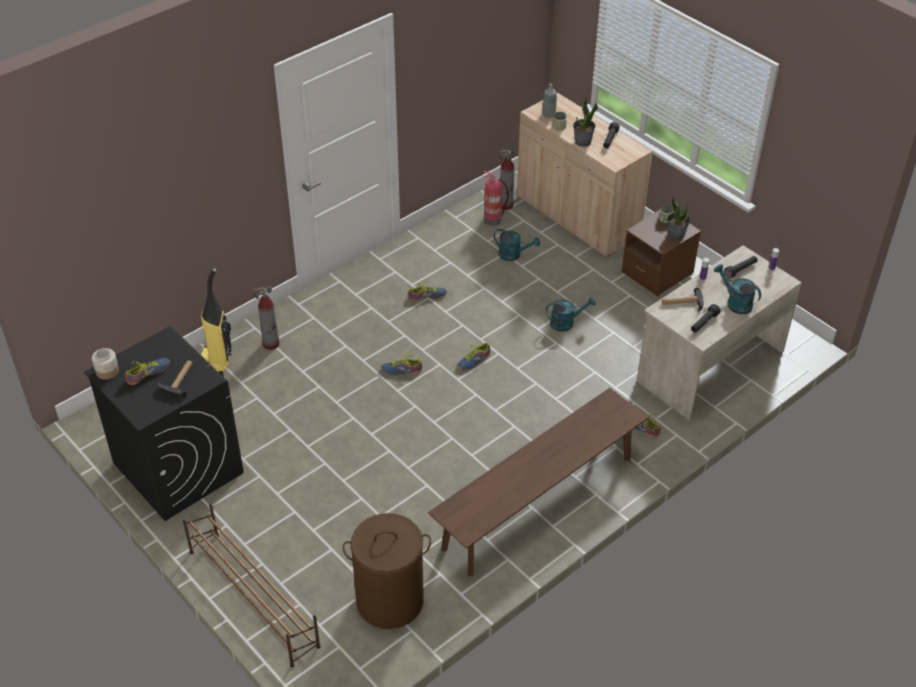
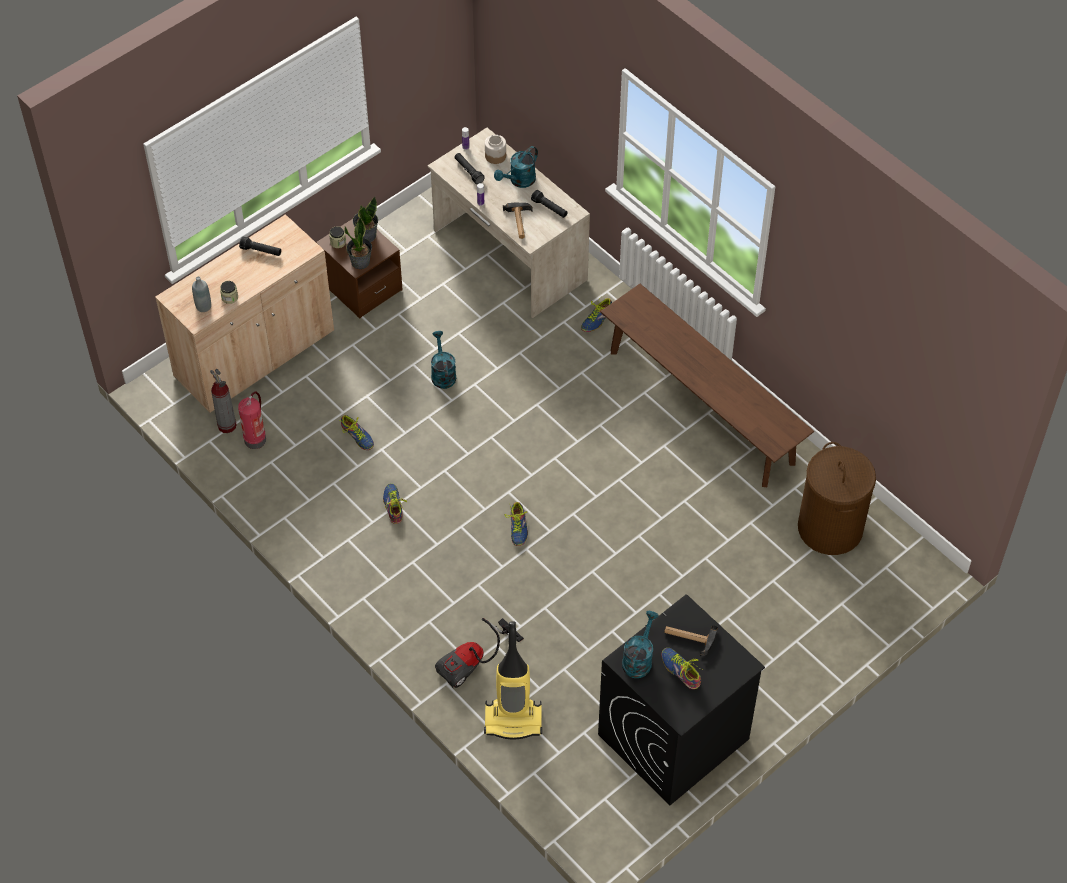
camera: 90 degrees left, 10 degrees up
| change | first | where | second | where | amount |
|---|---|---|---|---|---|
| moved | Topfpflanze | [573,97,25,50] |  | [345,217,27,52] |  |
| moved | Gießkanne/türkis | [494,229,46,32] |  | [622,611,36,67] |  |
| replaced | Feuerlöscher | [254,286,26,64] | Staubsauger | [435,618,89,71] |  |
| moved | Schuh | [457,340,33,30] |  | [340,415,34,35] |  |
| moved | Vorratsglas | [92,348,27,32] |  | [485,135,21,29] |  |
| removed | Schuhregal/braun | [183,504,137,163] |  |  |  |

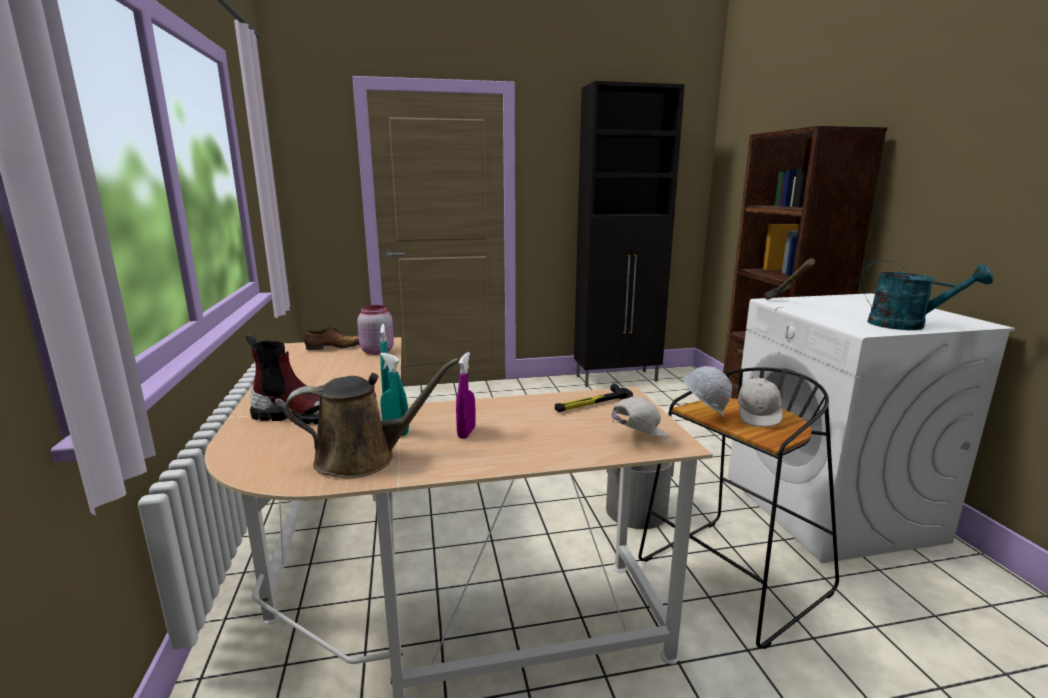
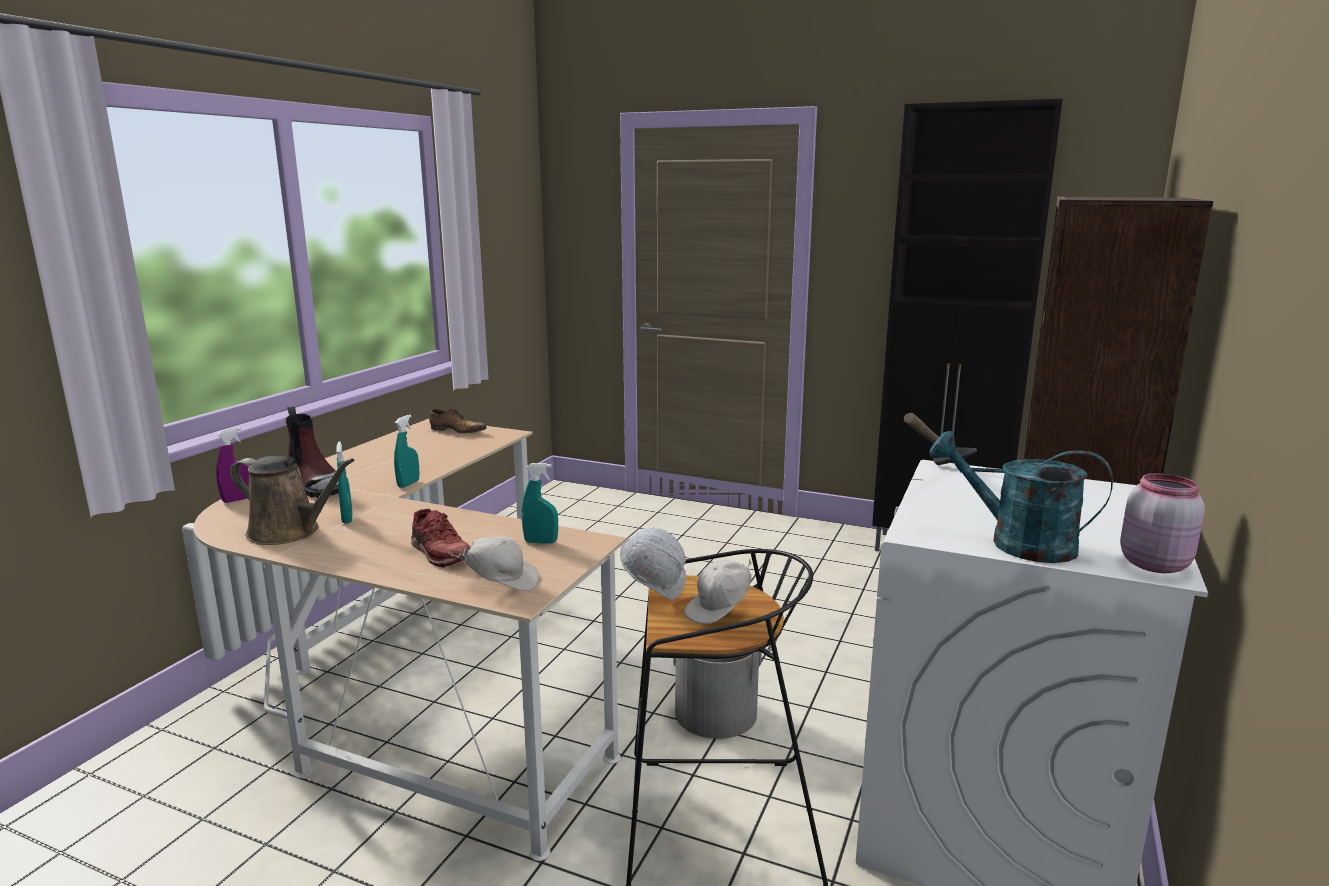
camera: 35 degrees right, 0 degrees up
| change | first | where | second | where | amount |
|---|---|---|---|---|---|
| turned | Gießkanne/türkis | [861,260,132,70] |  | [930,431,183,132] | 150 degrees clockwise |
| moved | Vorratsglas/rosa | [357,305,37,50] |  | [1120,473,85,100] |  |
| moved | Sprühflasche/lila | [456,352,19,87] |  | [216,427,33,76] |  |
| replaced | Hammer | [555,384,78,28] | Sprühflasche/türkis | [521,463,37,81] |  |
| added |  |  | Schuh/rot | [411,509,59,59] |  |

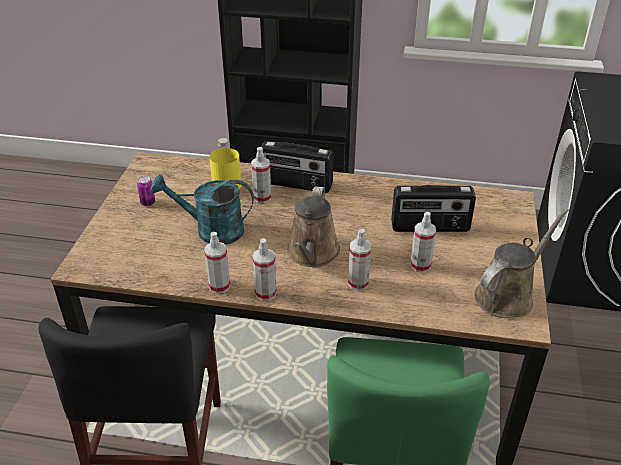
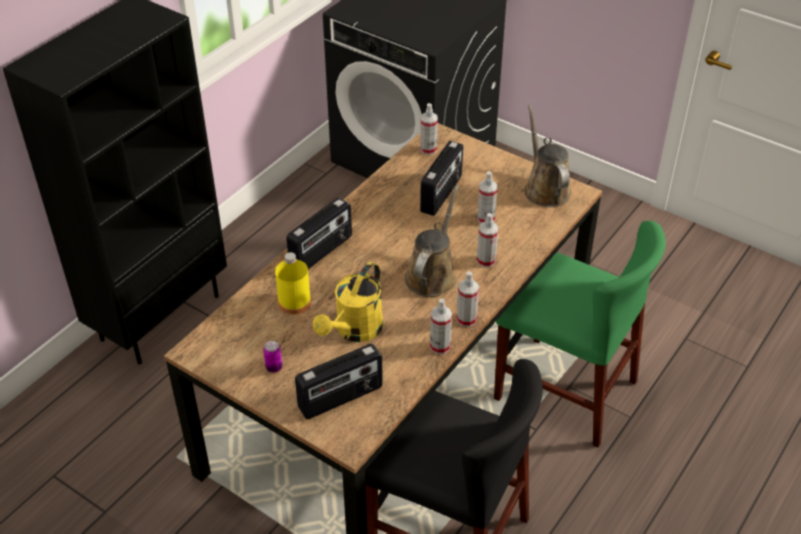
camera: 65 degrees left, 5 degrees up
| change | first | where | second | where | amount |
|---|---|---|---|---|---|
| moved | Sprühflasche | [251,147,20,56] |  | [420,103,18,52] |  |
| recoloured | Gießkanne/türkis | [150,175,104,69] | Gießkanne/gelb | [313,262,70,80] |  |
| turned | Gießkanne/braun | [287,186,53,81] |  | [405,185,54,112] | 105 degrees counterclockwise |
| added |  |  | Radio | [295,344,88,75] |  |

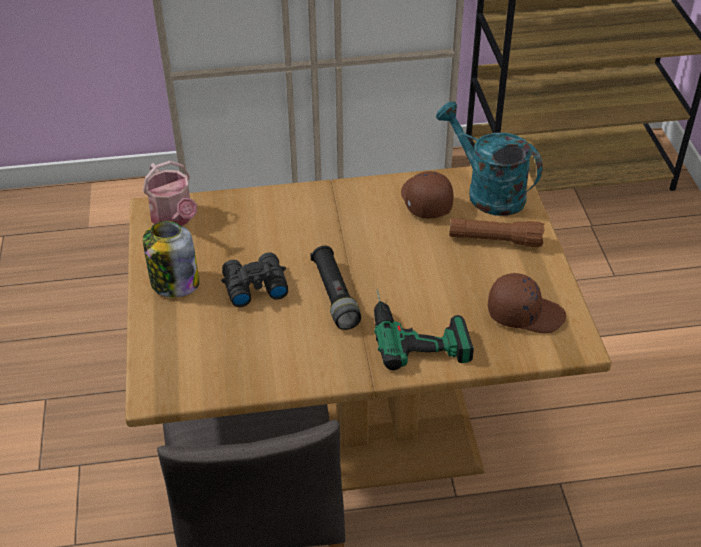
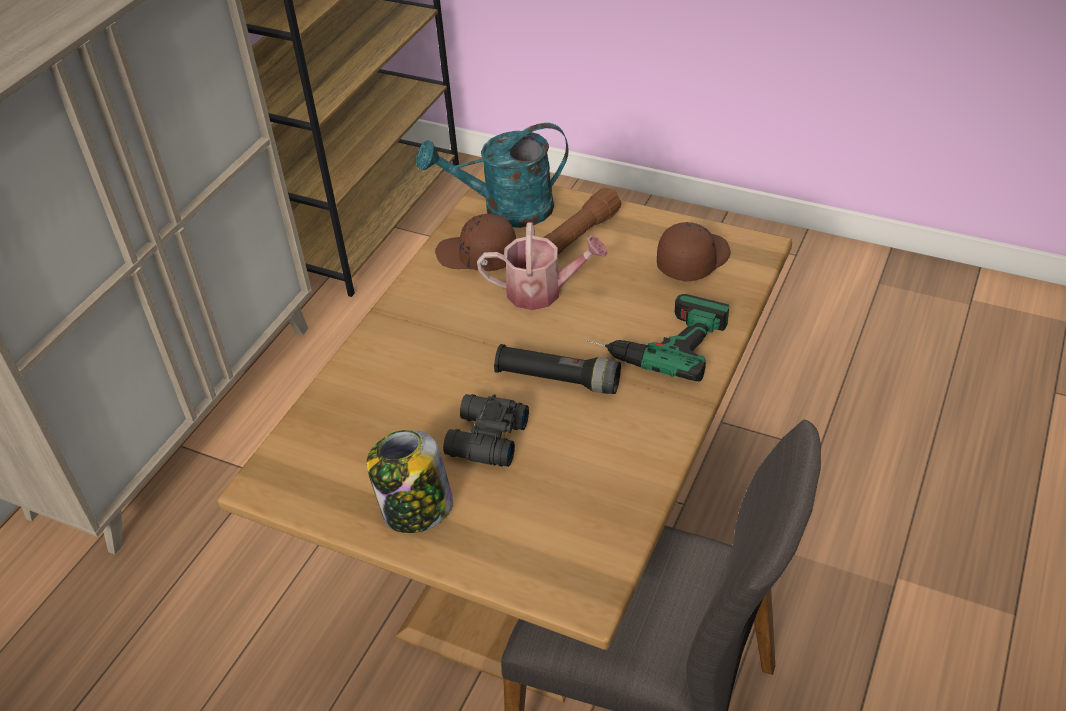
camera: 55 degrees left, 0 degrees up
| change | first | where | second | where | amount |
|---|---|---|---|---|---|
| moved | Gießkanne | [143,161,54,65] |  | [477,223,131,87] |  |

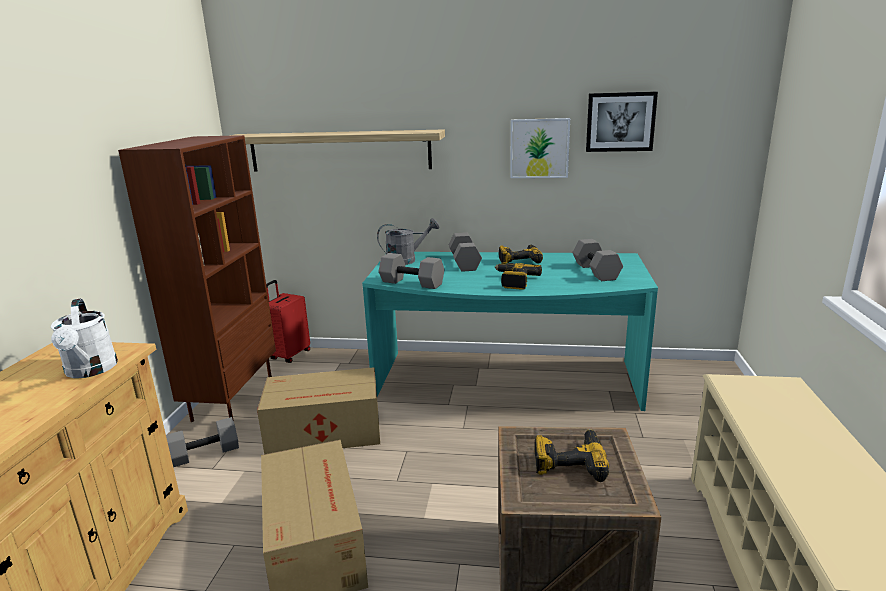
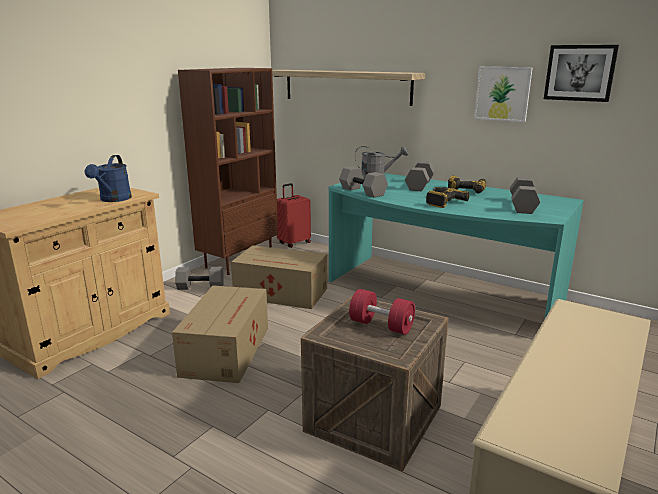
camera: 25 degrees right, 0 degrees up
| change | first | where | second | where | amount |
|---|---|---|---|---|---|
| recoloured | Gießkanne/weiß | [51,298,67,80] | Gießkanne/blau | [85,155,47,47] |  |
| replaced | Bohrmaschine | [535,429,74,53] | Hantel/rot | [349,289,66,46] |  |

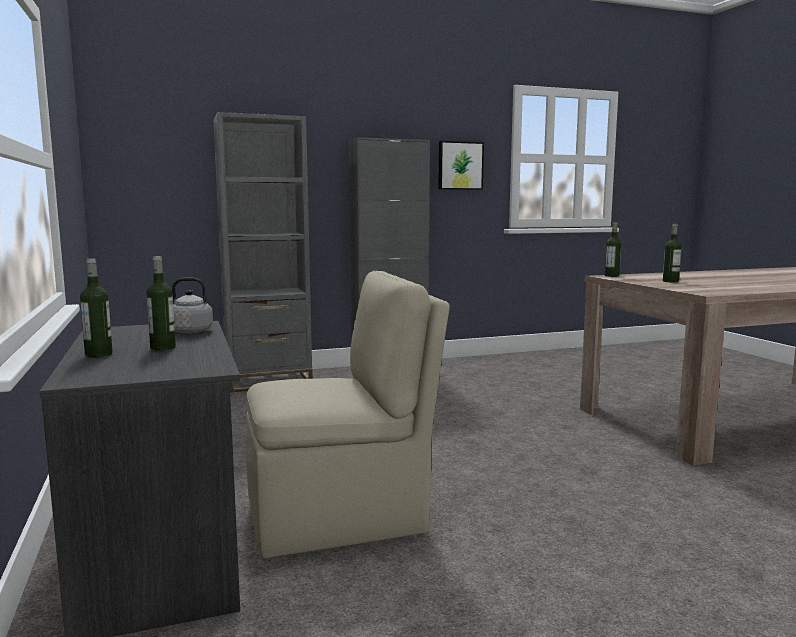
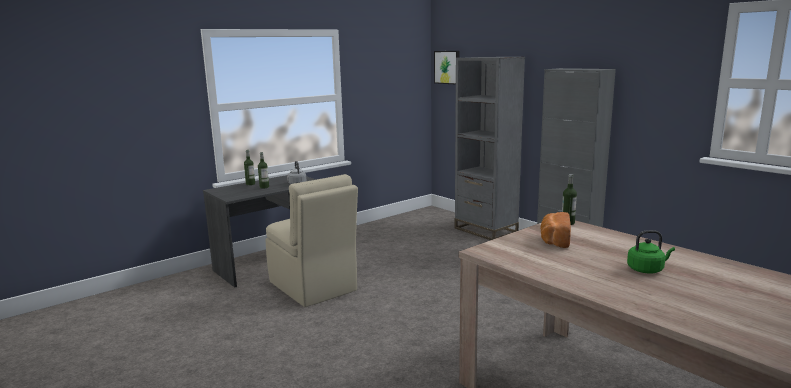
camera: 70 degrees right, 5 degrees up
| change | first | where | second | where | amount |
|---|---|---|---|---|---|
| moved | Bild | [438,141,46,49] |  | [434,51,25,33] |  |
| replaced | Flasche | [663,224,19,59] | Brot | [540,212,31,36] |  |
| added |  |  | Wasserkessel/grün | [627,230,48,43] |  |

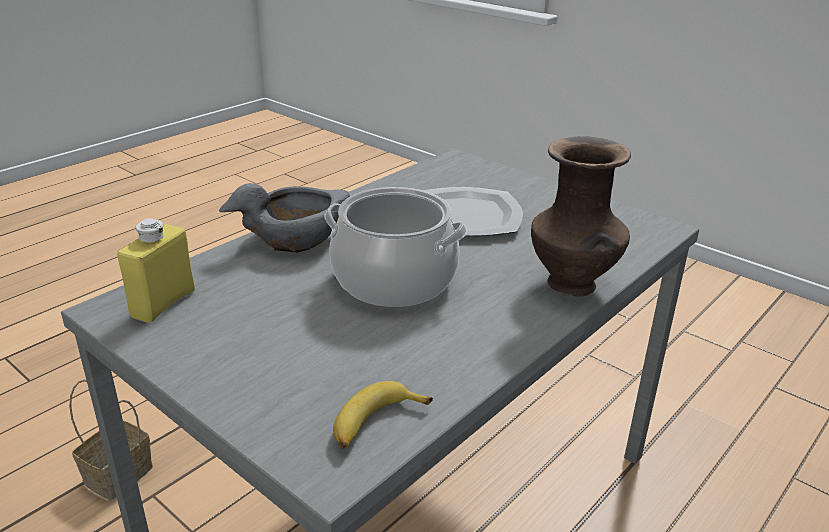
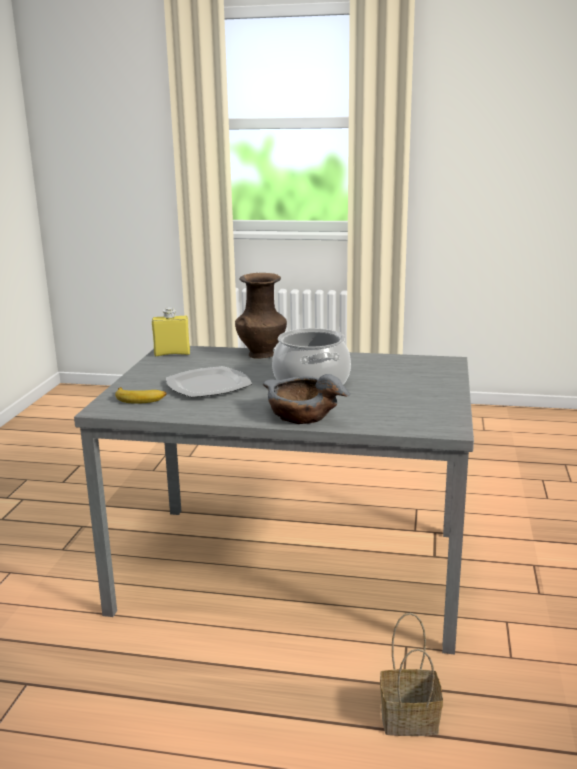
camera: 120 degrees left, 10 degrees down
| change | first | where | second | where | amount |
|---|---|---|---|---|---|
| moved | Flasche/gelb | [117,218,78,105] |  | [152,307,38,49] |  |
| moved | Banane | [333,381,100,68] |  | [115,387,52,17] |  |

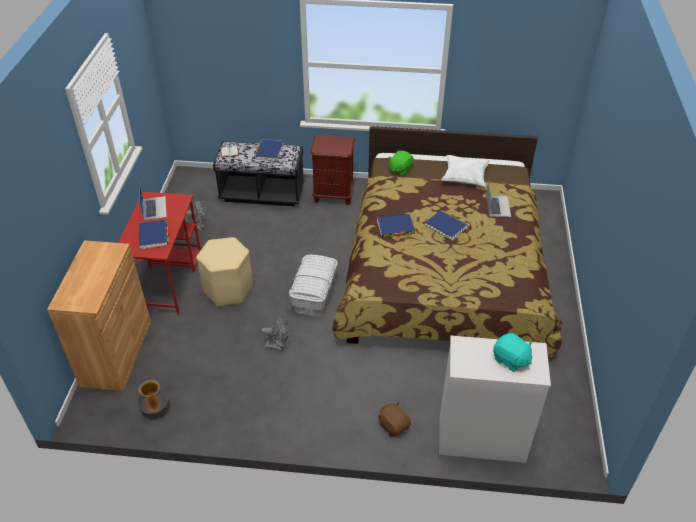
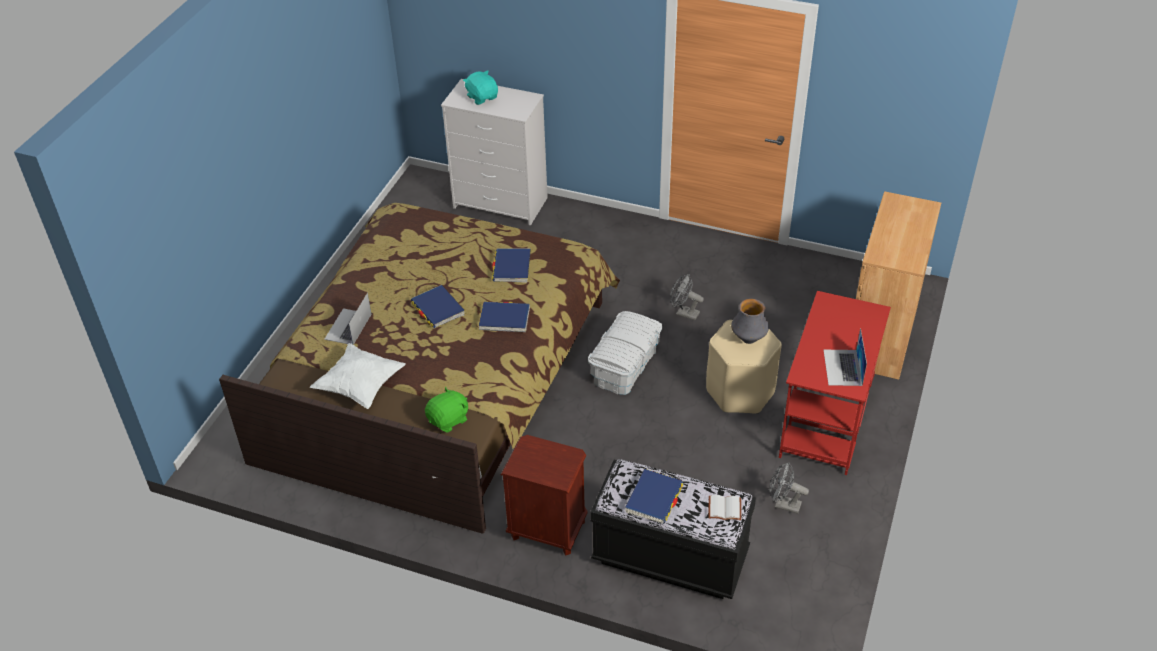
camera: 165 degrees left, 0 degrees up
| change | first | where | second | where | amount |
|---|---|---|---|---|---|
| moved | Buch/blau | [139,219,30,30] |  | [492,248,39,35] |  |
| moved | Vase | [138,380,31,35] |  | [731,299,38,45] |  |
| removed | Plüschtier/braun | [378,402,33,35] |  |  |  |

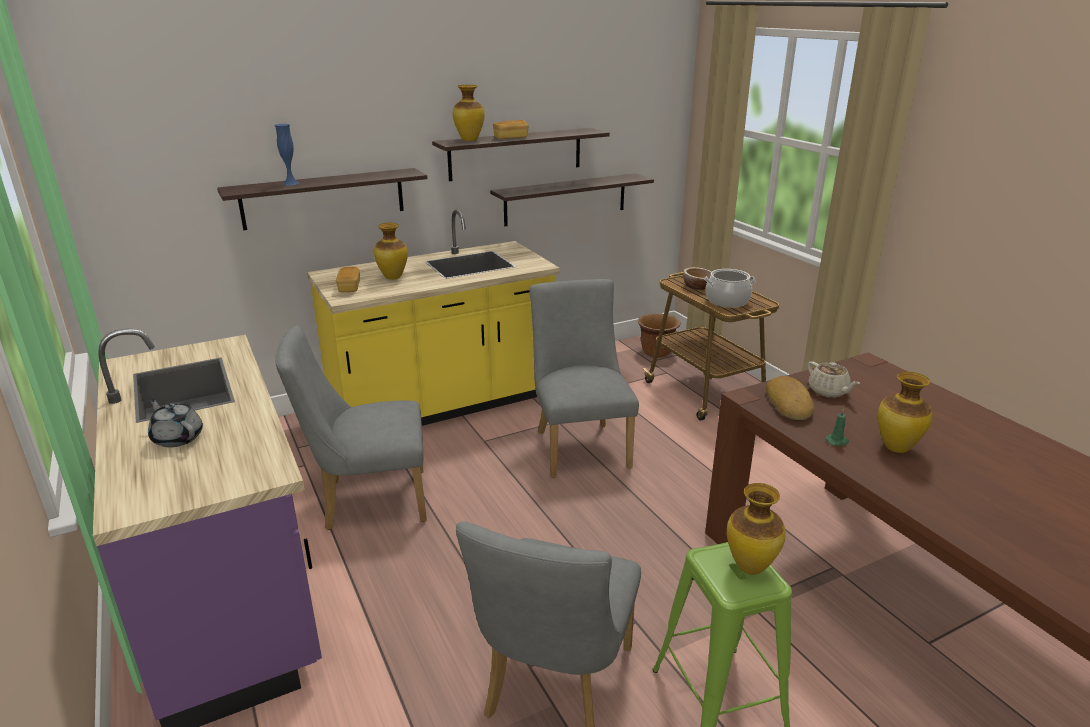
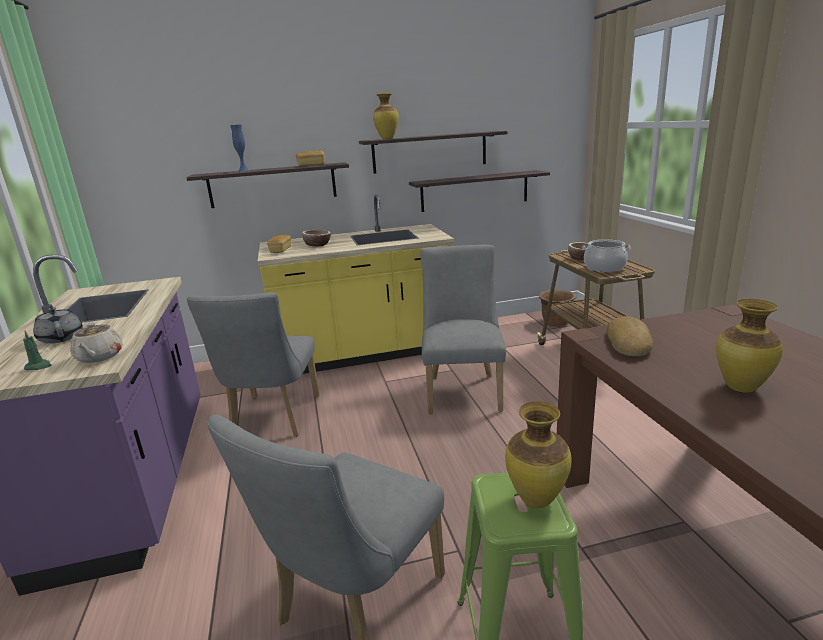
camera: 15 degrees right, 5 degrees down
| change | first | where | second | where | amount |
|---|---|---|---|---|---|
| moved | Brot | [493,120,36,19] |  | [296,150,29,16] |  |
| replaced | Vase | [374,223,34,57] | Schüssel | [302,230,29,16] |  |
| turned | Stuhl/grau | [275,325,152,205] |  | [187,292,132,145] | 90 degrees counterclockwise |
| moved | Teekanne/beige | [807,361,53,37] |  | [70,323,53,40] |  |
| moved | Kerze/grün | [825,408,24,38] |  | [23,331,28,39] |  |

